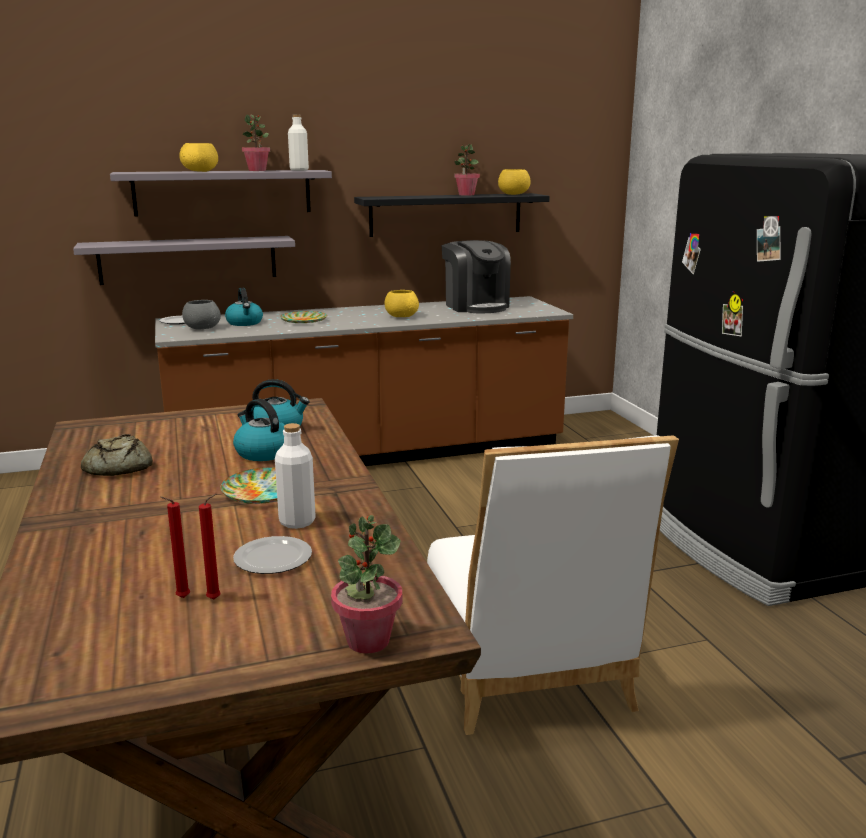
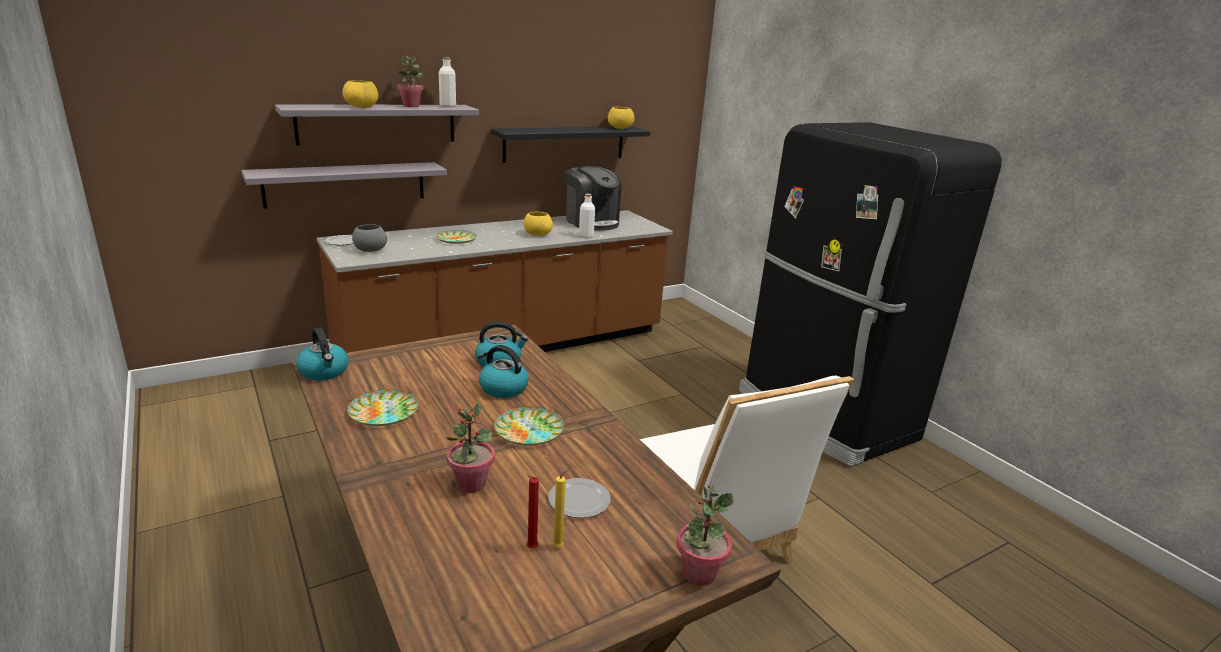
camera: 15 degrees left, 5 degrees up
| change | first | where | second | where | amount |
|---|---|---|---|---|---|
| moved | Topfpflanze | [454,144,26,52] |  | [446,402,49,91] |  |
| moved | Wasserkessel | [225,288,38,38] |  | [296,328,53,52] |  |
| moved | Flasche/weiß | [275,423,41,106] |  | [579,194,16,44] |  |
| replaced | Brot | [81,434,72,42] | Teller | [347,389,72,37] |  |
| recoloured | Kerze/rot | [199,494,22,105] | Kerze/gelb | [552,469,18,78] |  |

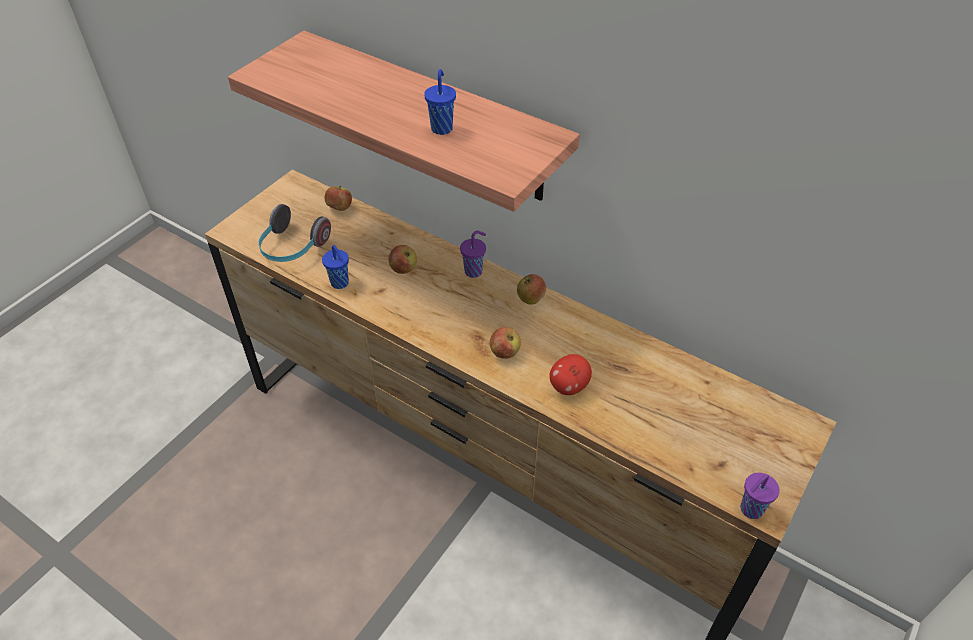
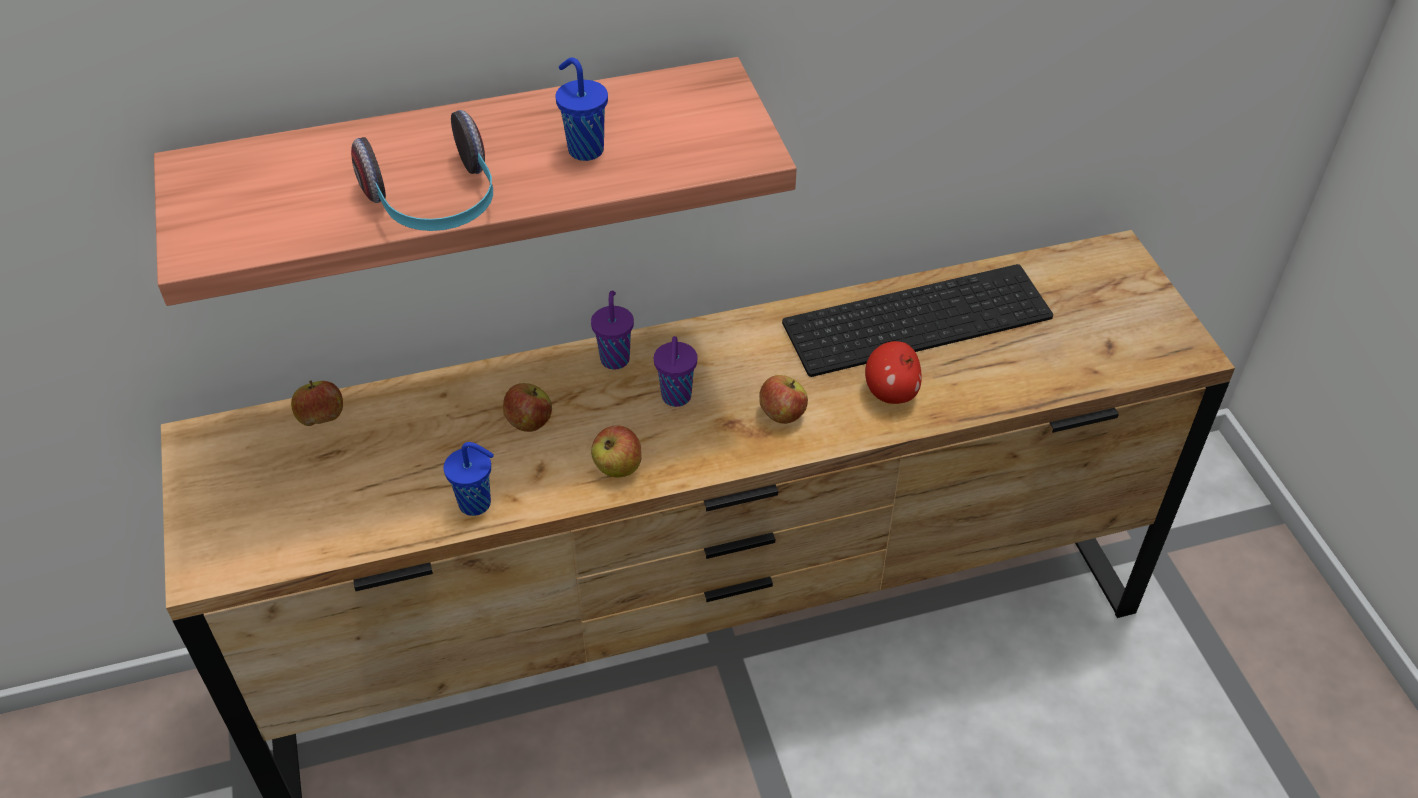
camera: 50 degrees left, 0 degrees up
| change | first | where | second | where | amount |
|---|---|---|---|---|---|
| moved | Kopfhörer | [259,204,72,58] |  | [351,110,142,121] |  |
| moved | Apfel | [517,274,29,31] |  | [591,425,51,53] |  |
| moved | Tasse/lila | [740,473,40,46] |  | [654,336,43,71] |  |
| added |  |  | Tastatur | [782,264,271,113] |  |

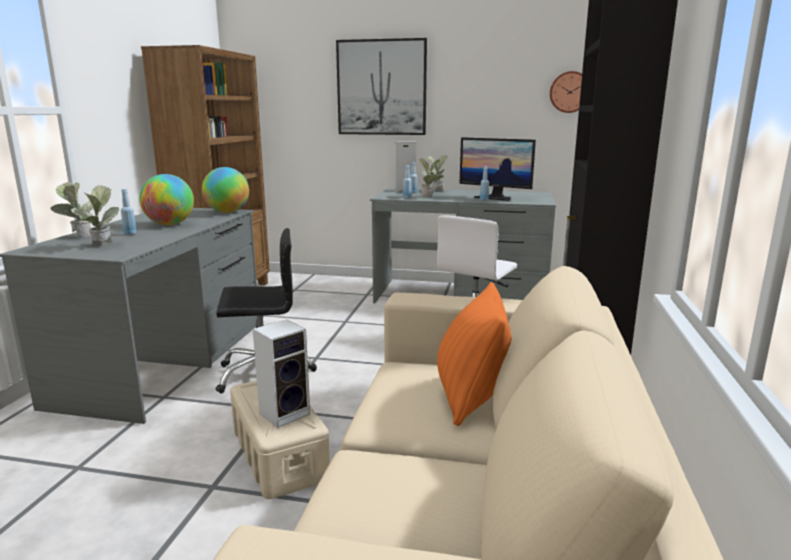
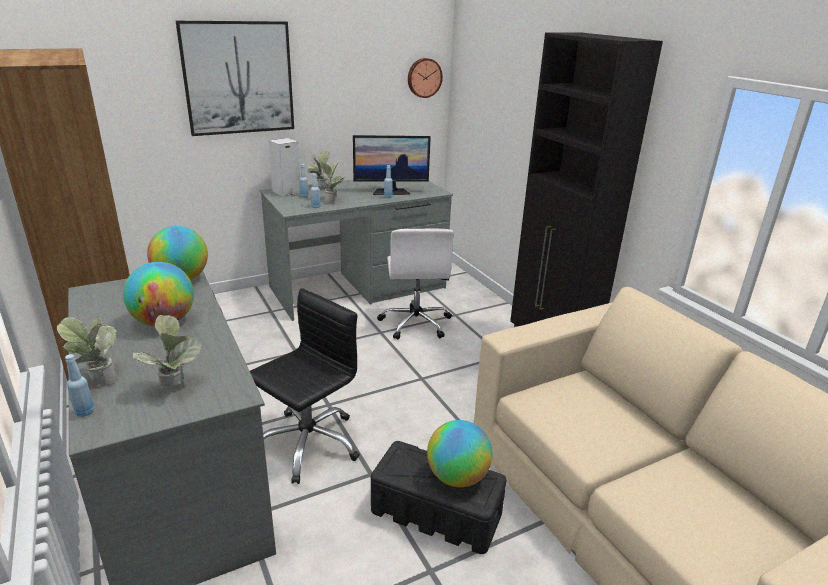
camera: 40 degrees left, 10 degrees up
| change | first | where | second | where | amount |
|---|---|---|---|---|---|
| moved | Flasche/blau | [121,189,16,46] |  | [65,354,30,63] |  |
| removed | Kissen/orange | [437,282,74,144] |  |  |  |
| replaced | Lautsprecher | [253,319,57,109] | Globus | [427,420,65,67] |  |
| recoloured | Aufbewahrungsbox/beige | [230,381,100,118] | Aufbewahrungsbox/schwarz | [371,441,135,113] |  |

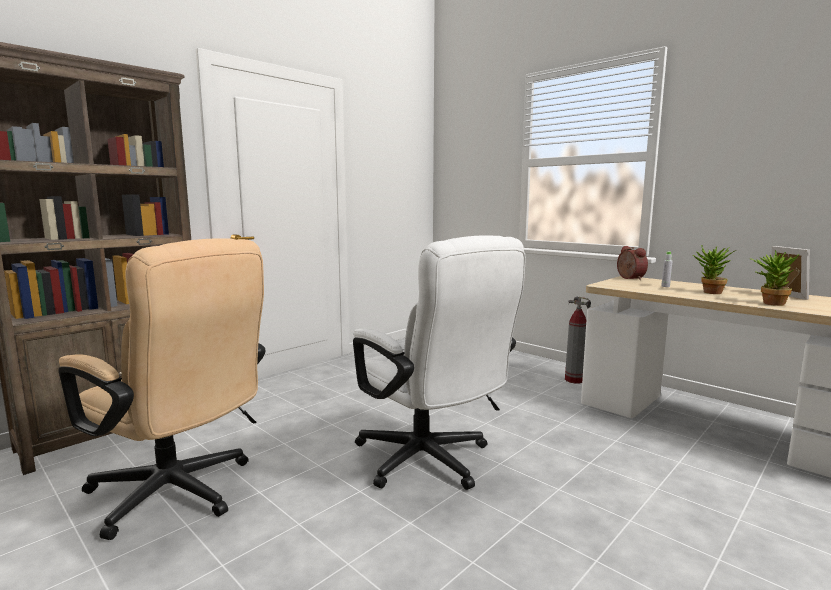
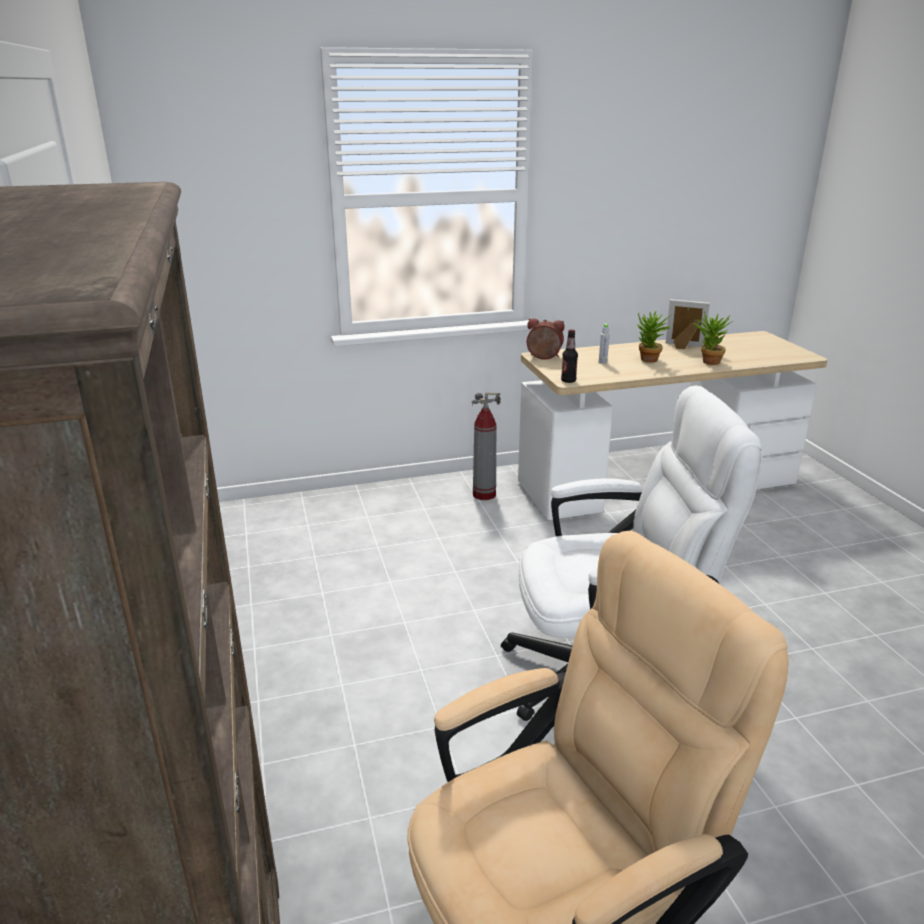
camera: 60 degrees left, 15 degrees up
| change | first | where | second | where | amount |
|---|---|---|---|---|---|
| added |  |  | Flasche | [561,329,17,54] |  |

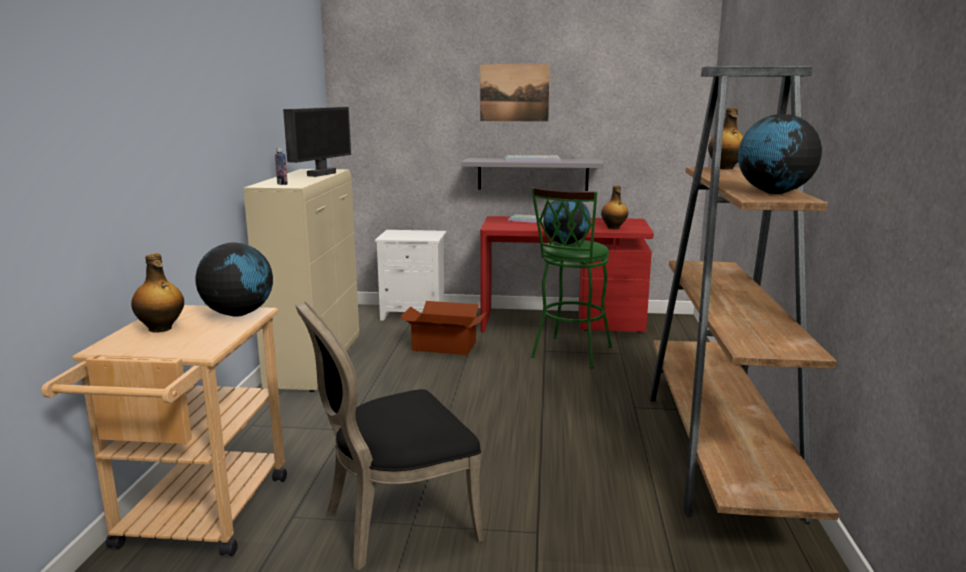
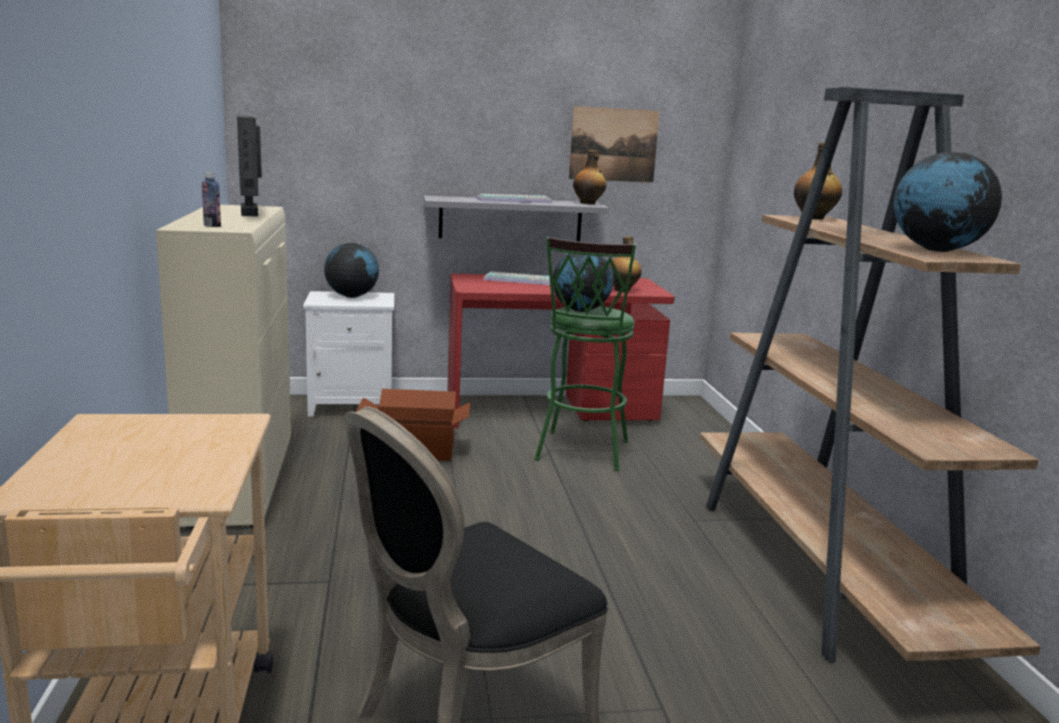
camera: 15 degrees left, 0 degrees up
| change | first | where | second | where | amount |
|---|---|---|---|---|---|
| moved | Bild | [480,64,70,58] |  | [569,106,91,77] |  |
| turned | Monitor | [283,107,68,70] |  | [237,115,25,101] | 150 degrees clockwise |
| moved | Globus | [196,242,77,75] |  | [324,243,55,55] |  |
| moved | Flasche | [131,253,53,80] |  | [573,150,33,54] |  |

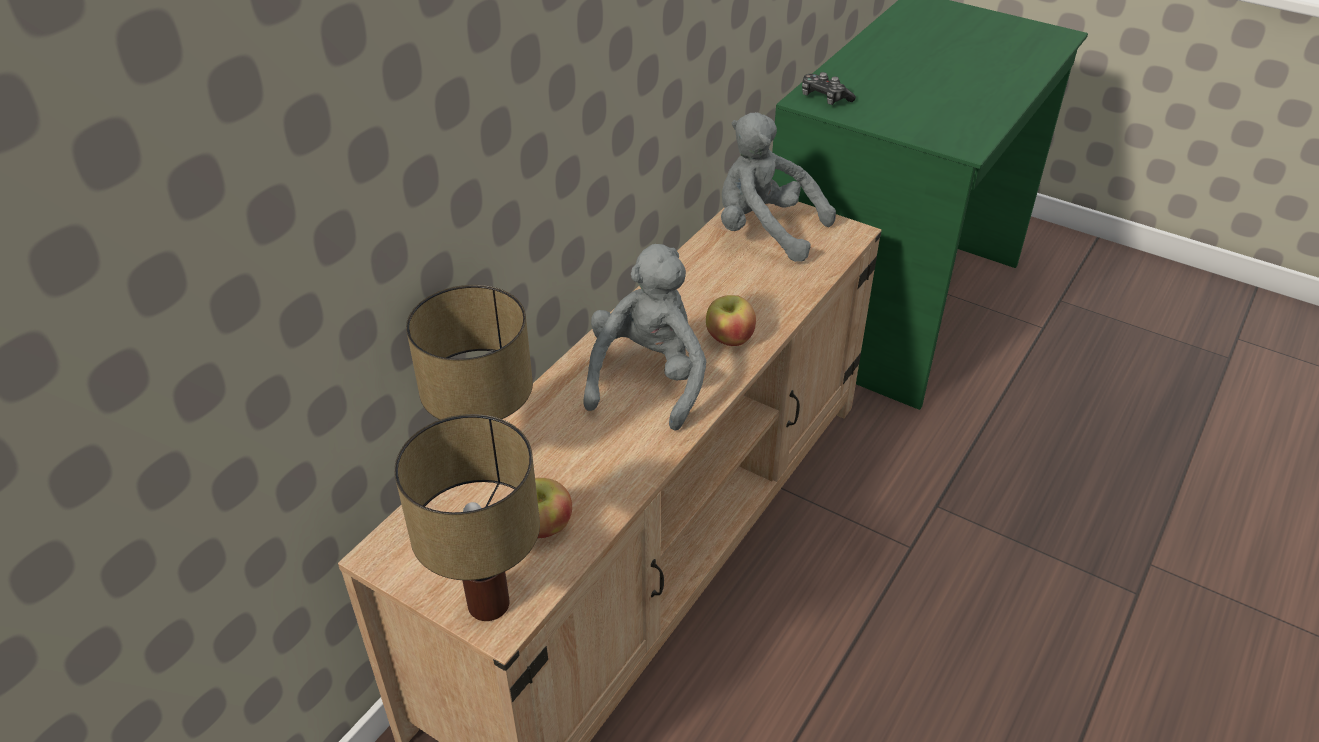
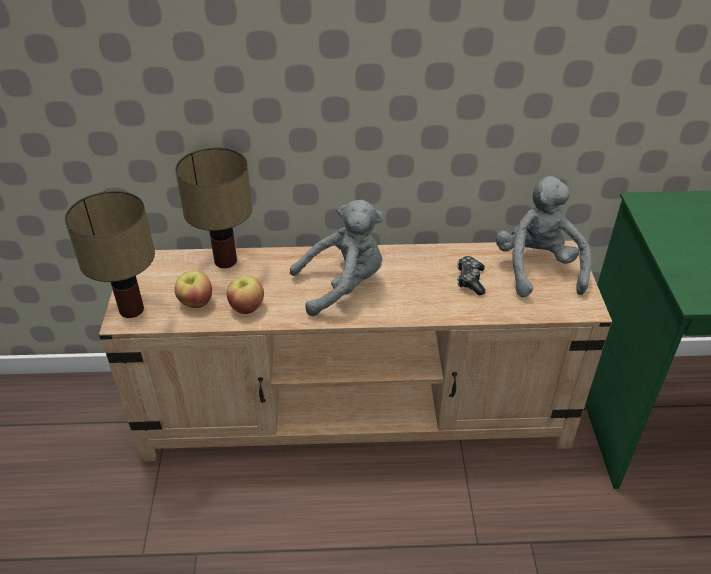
camera: 55 degrees right, 0 degrees up
| change | first | where | second | where | amount |
|---|---|---|---|---|---|
| moved | Gamepad | [802,72,54,33] |  | [457,256,29,39] |  |
| moved | Apfel | [706,295,50,51] |  | [227,275,37,39] |  |

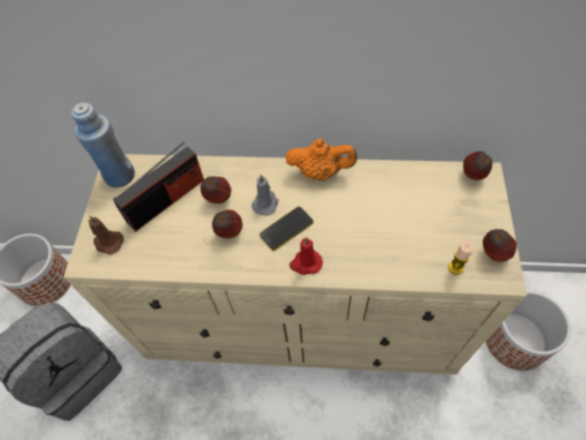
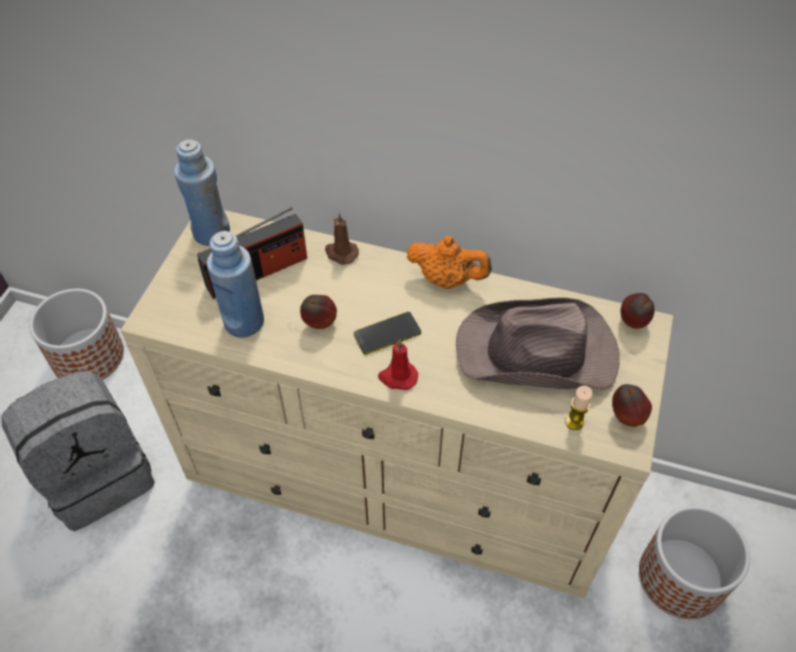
camera: 10 degrees right, 5 degrees down
| change | first | where | second | where | amount |
|---|---|---|---|---|---|
| removed | Kerze/grau | [251,175,27,41] |  |  |  |
| removed | Apfel | [200,176,31,28] |  |  |  |
| moved | Kerze/braun | [88,216,36,39] |  | [325,213,34,52] |  |
| added |  |  | Flasche/blau | [207,231,57,107] |  |
| added |  |  | Hut/braun | [456,297,164,93] |  |

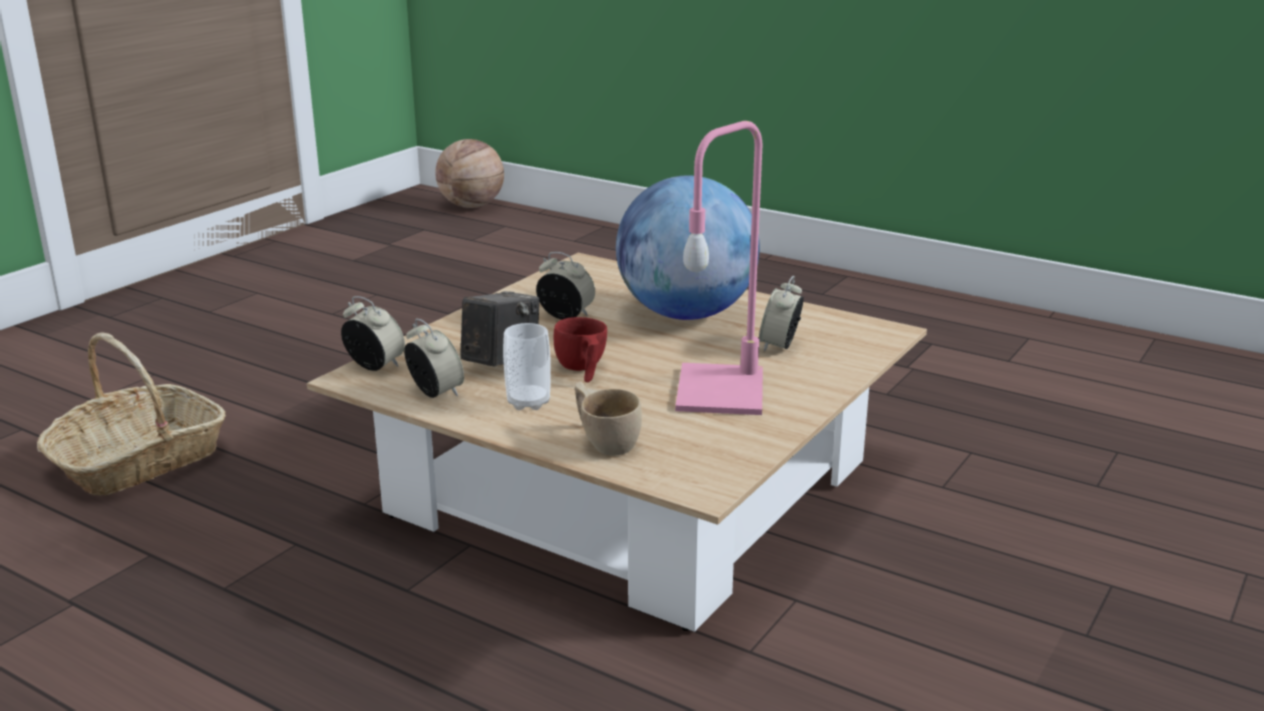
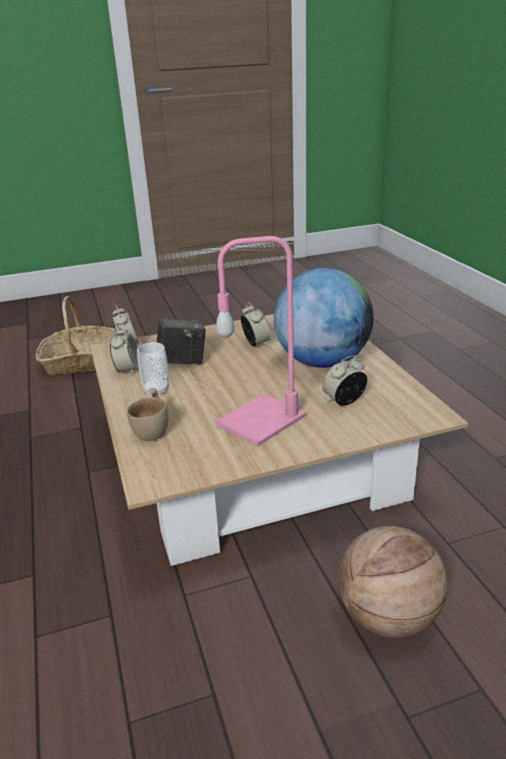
camera: 40 degrees right, 5 degrees up
| change | first | where | second | where | amount |
|---|---|---|---|---|---|
| moved | Basketball | [435,139,69,69] |  | [339,526,108,112] |  |
| removed | Tasse/rot | [554,317,53,65] |  |  |  |

